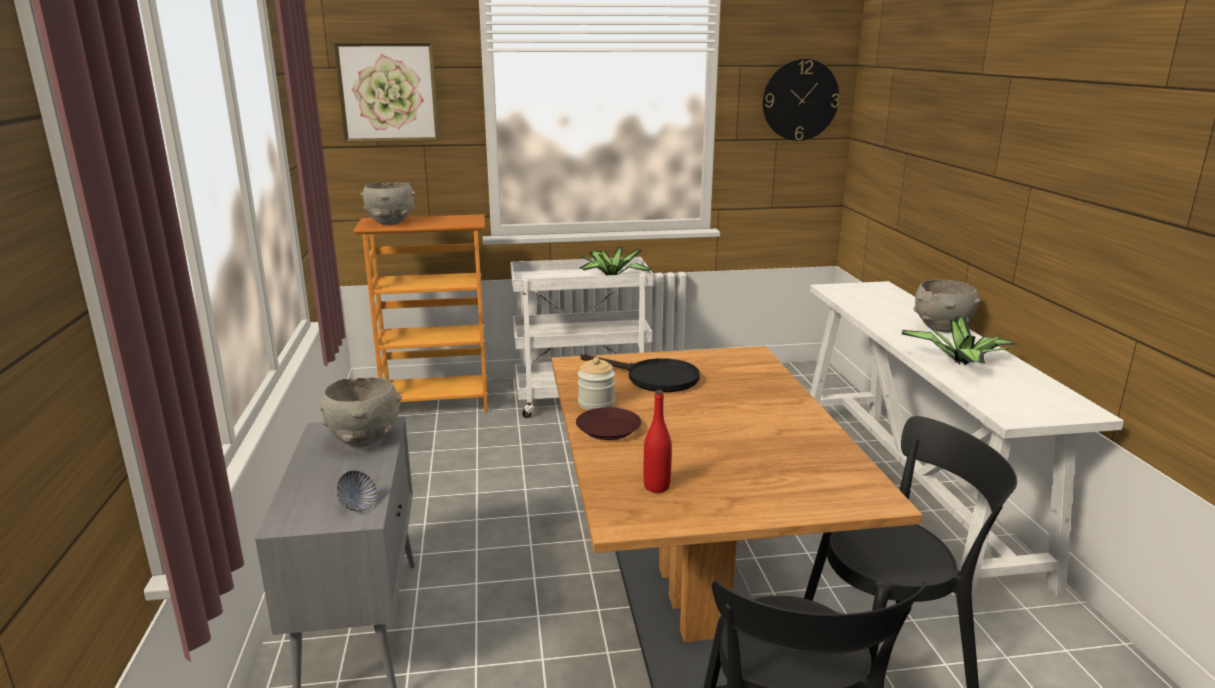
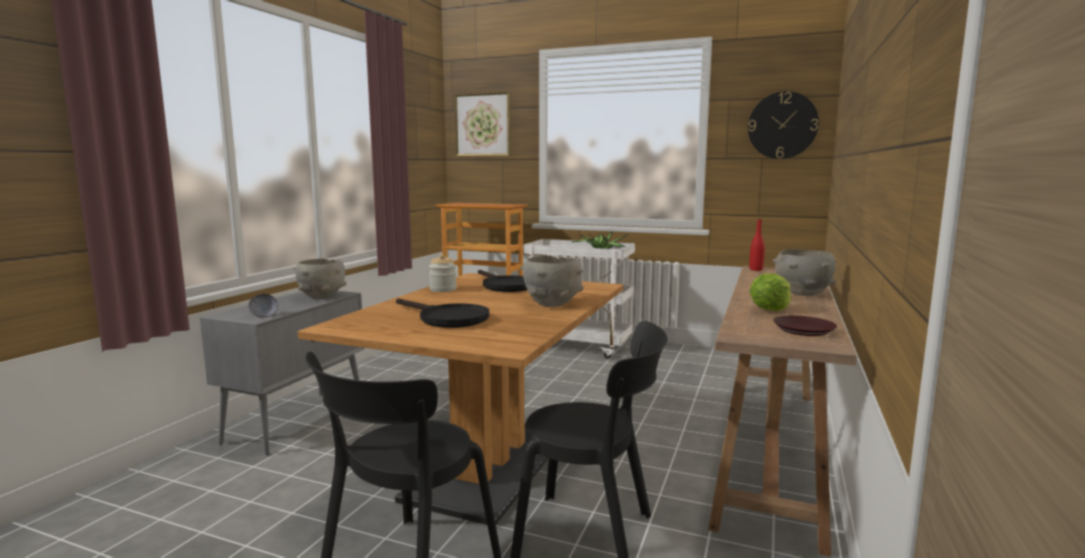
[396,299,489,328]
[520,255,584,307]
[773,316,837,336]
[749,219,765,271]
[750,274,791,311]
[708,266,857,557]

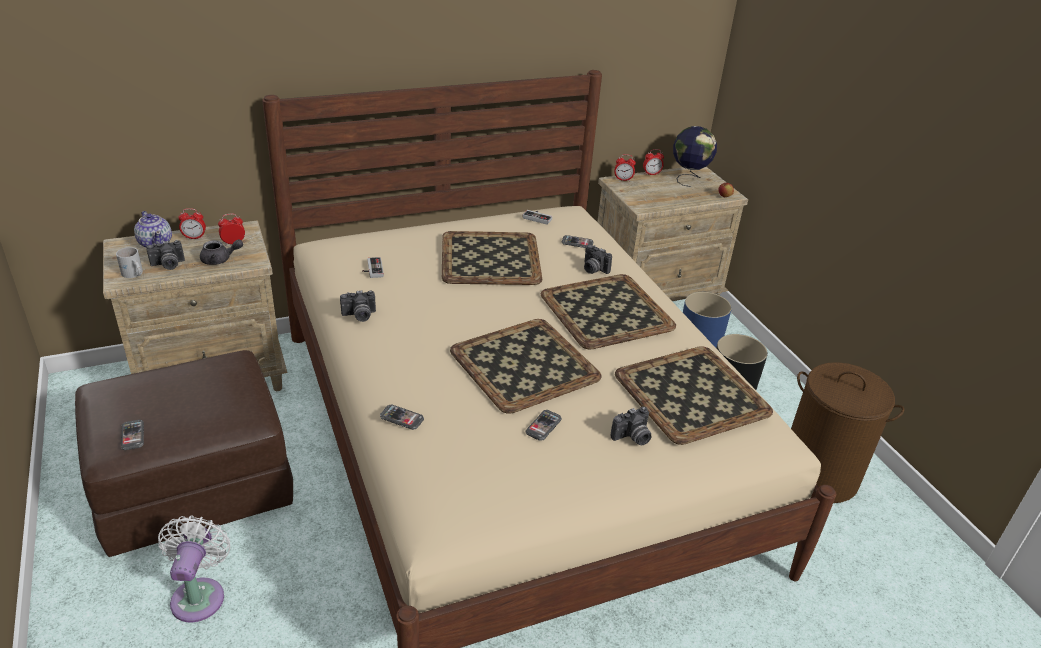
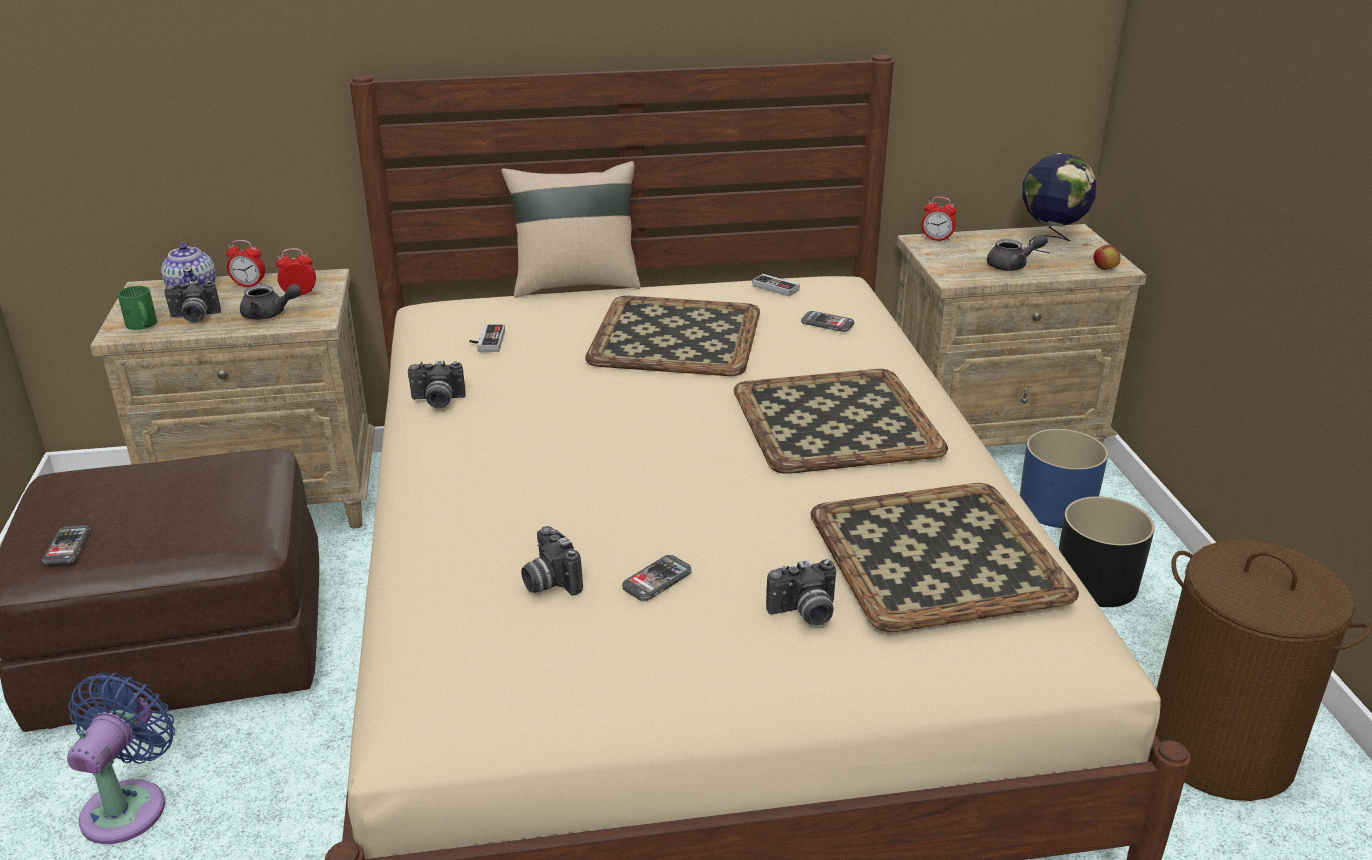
[380,404,424,430] (first image)
[450,319,602,414] (first image)
[643,149,664,175] (first image)
[501,161,641,298]
[987,234,1048,271]
[521,526,583,596]
[117,286,157,330]
[67,673,175,844]

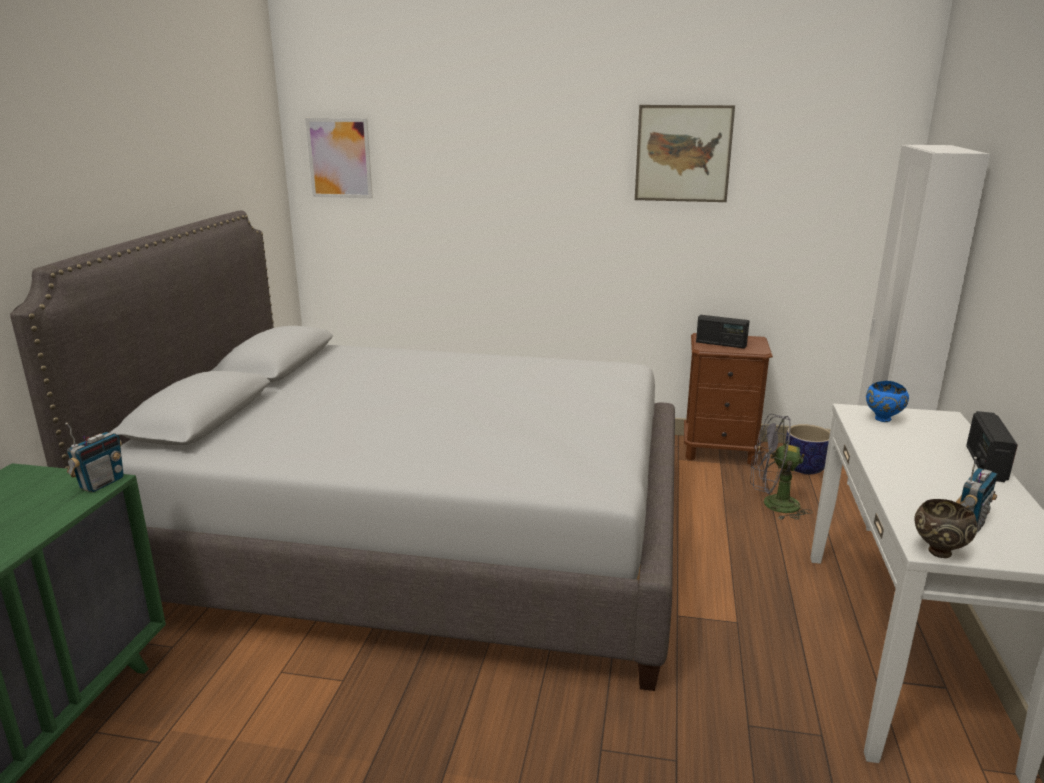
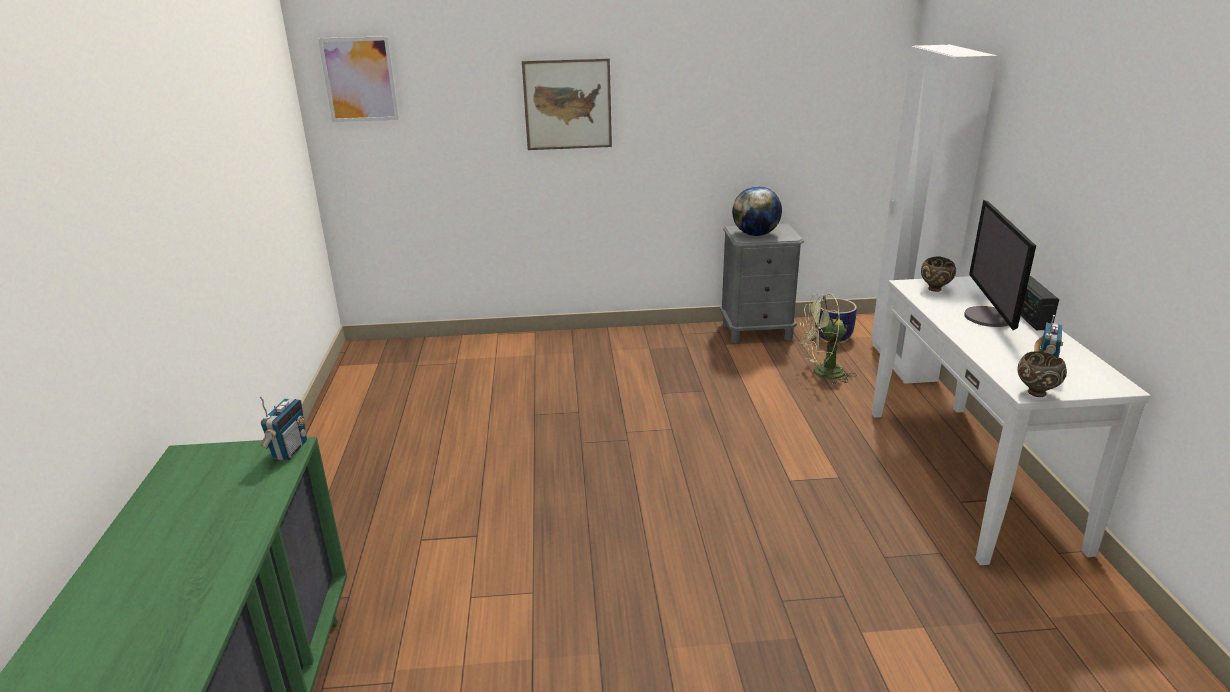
[10,210,675,691] (first image)
[964,200,1036,330]
[522,58,612,150]
[732,186,782,236]
[720,224,804,344]
[799,293,856,385]
[921,257,956,292]

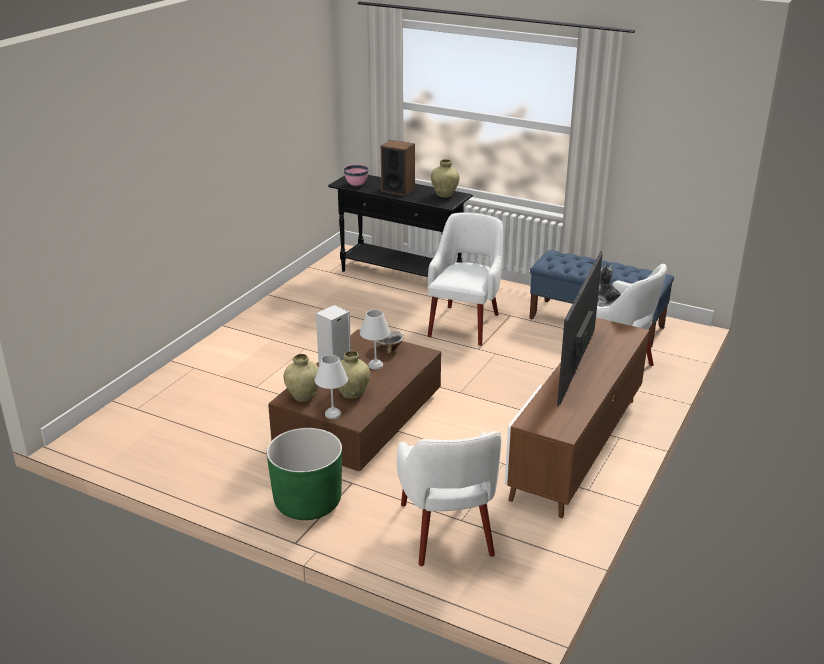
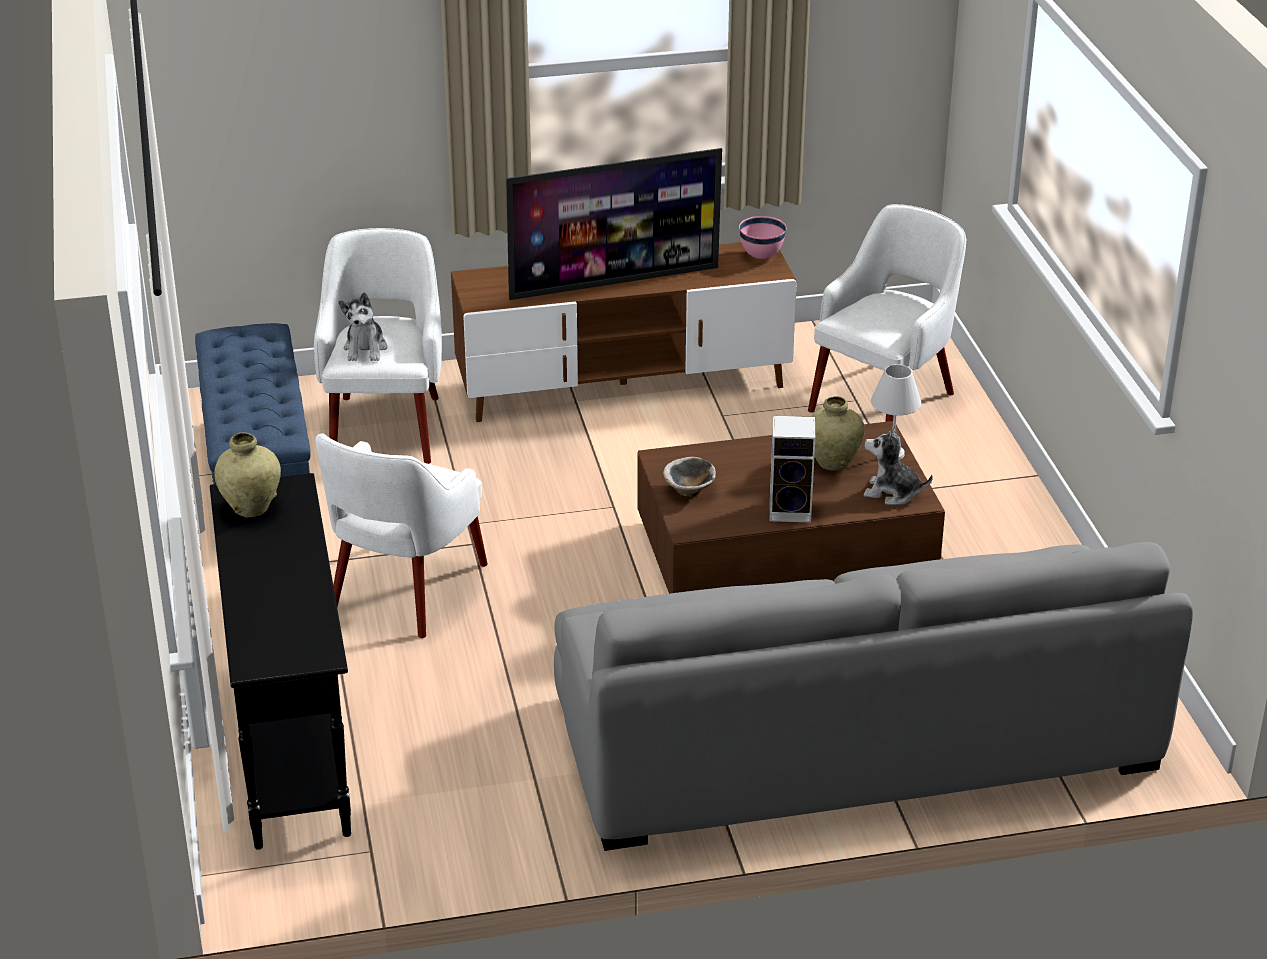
[267,428,342,520] (first image)
[360,310,390,369] (first image)
[381,140,415,196] (first image)
[554,542,1193,851]
[739,216,787,259]
[864,426,933,505]
[315,433,488,638]

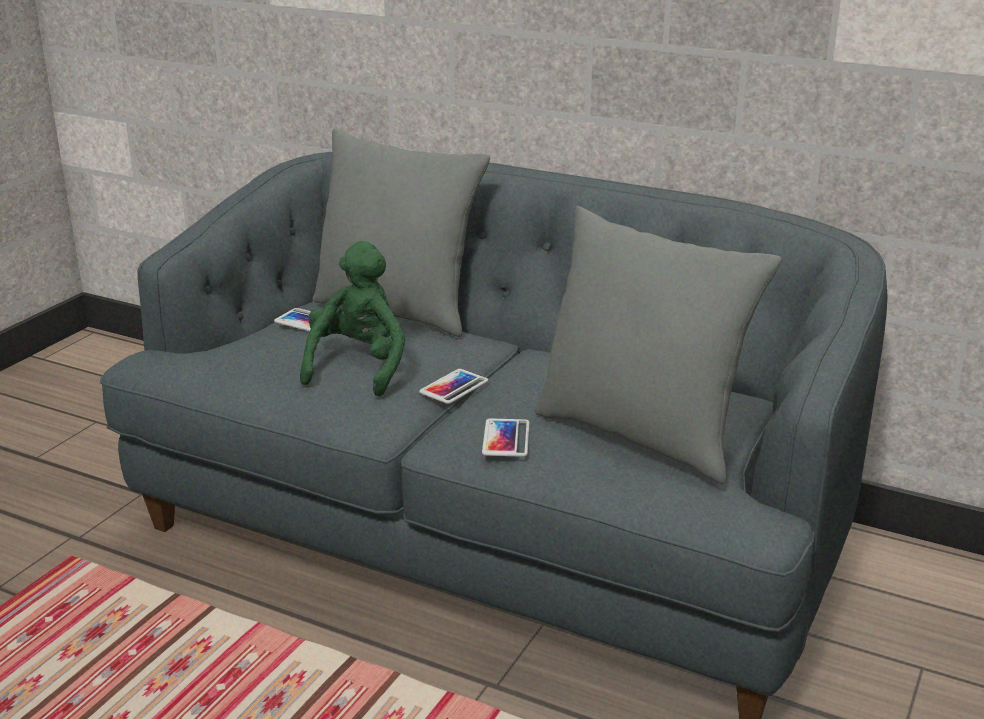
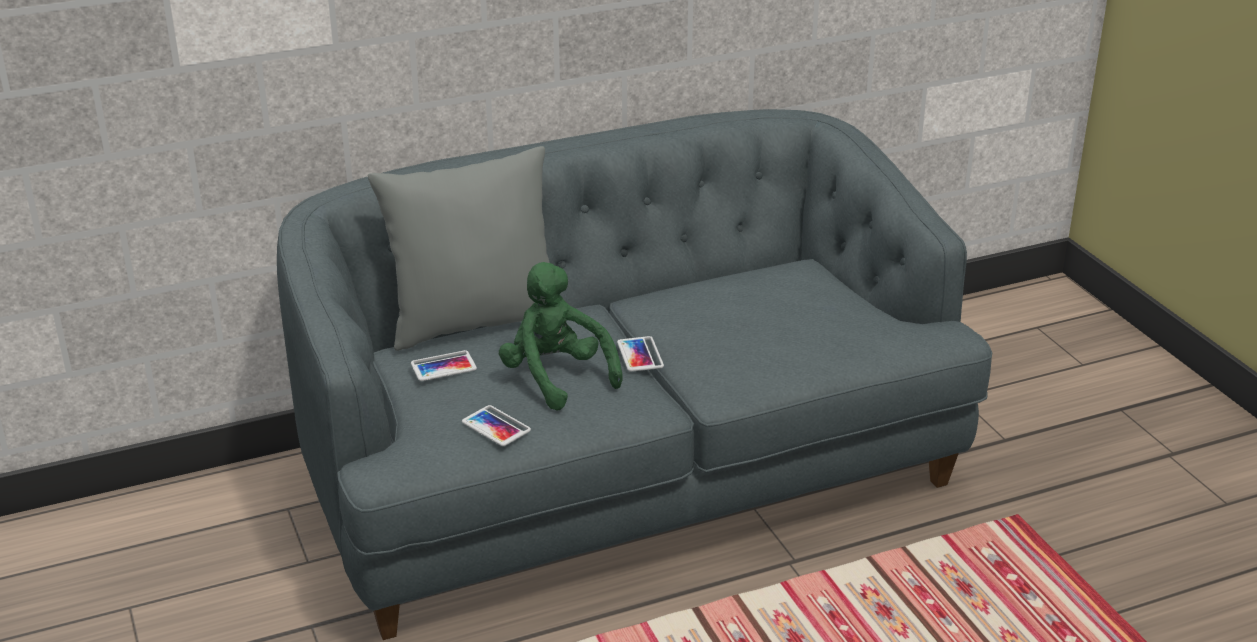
[535,206,782,484] (first image)
[462,405,531,446]

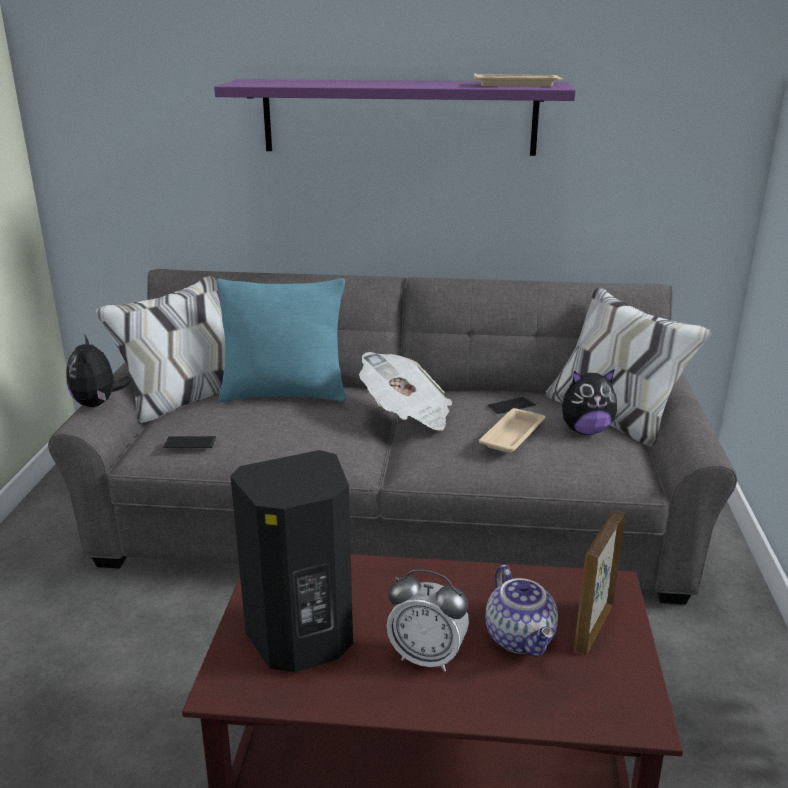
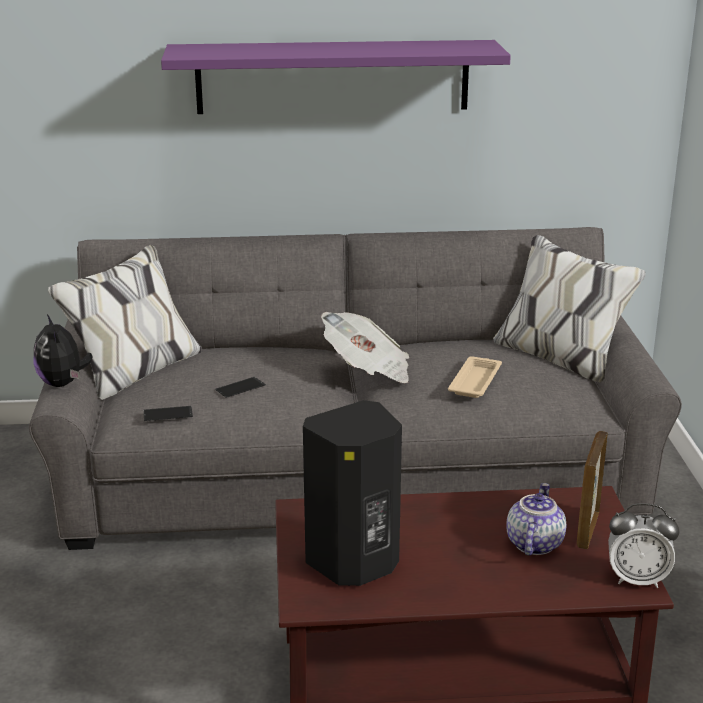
[216,278,347,402] (first image)
[474,73,563,87] (first image)
[562,369,617,435] (first image)
[608,503,679,588]
[215,377,266,398]
[507,483,566,556]

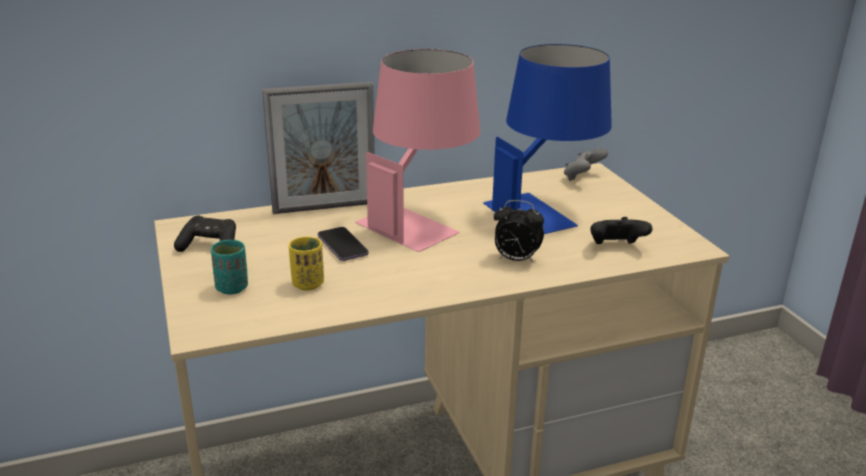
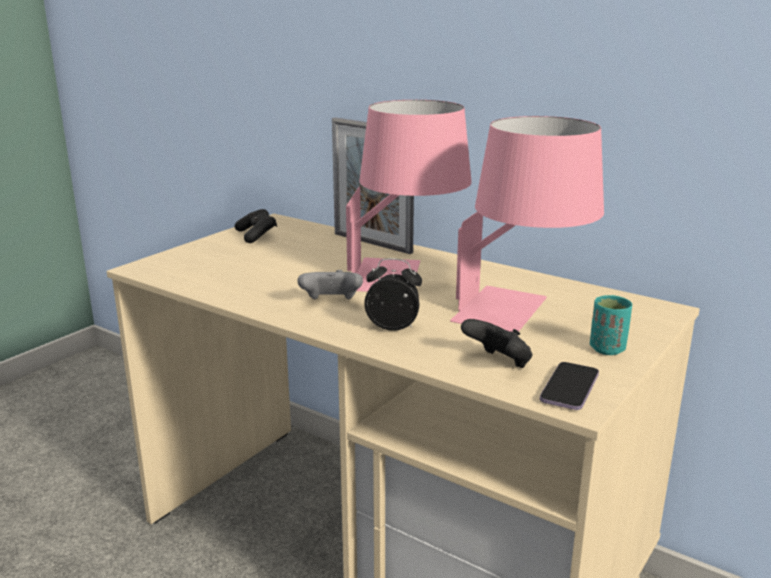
[289,237,324,290] (first image)
[590,295,632,355]
[540,362,599,410]
[297,270,363,300]
[450,116,604,332]
[364,258,422,331]

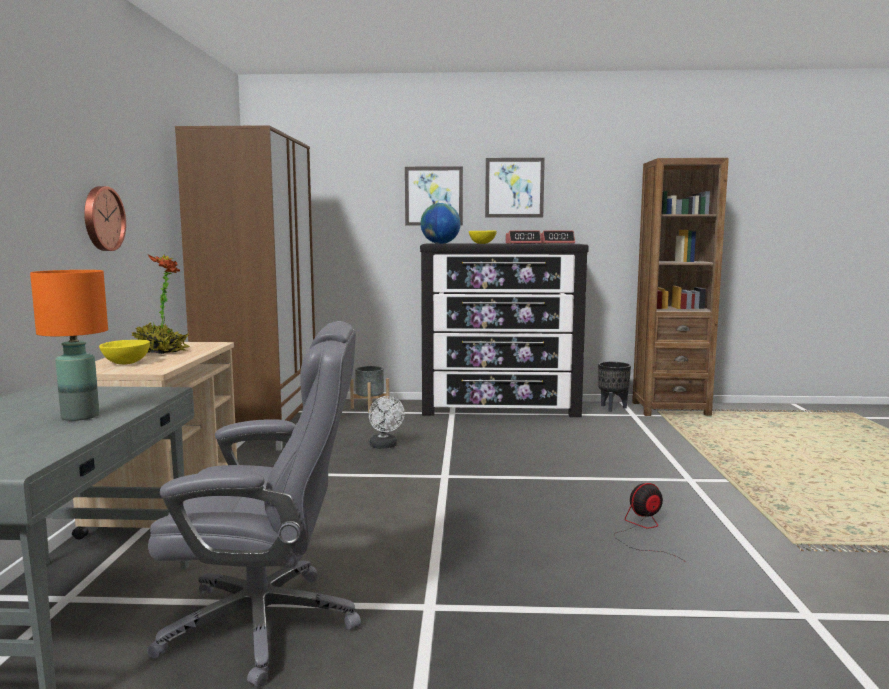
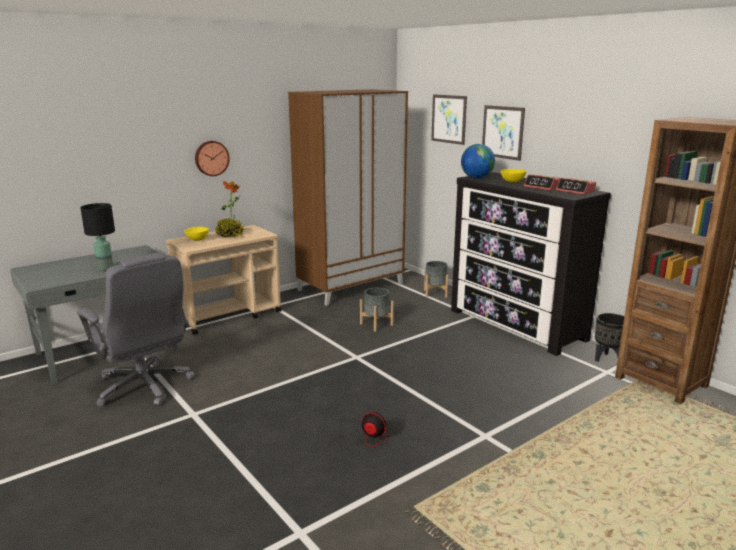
[431,94,467,145]
[360,288,394,332]
[80,203,115,271]

